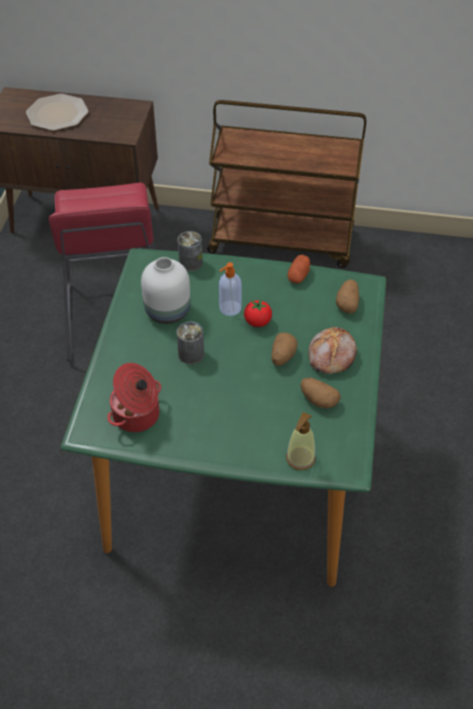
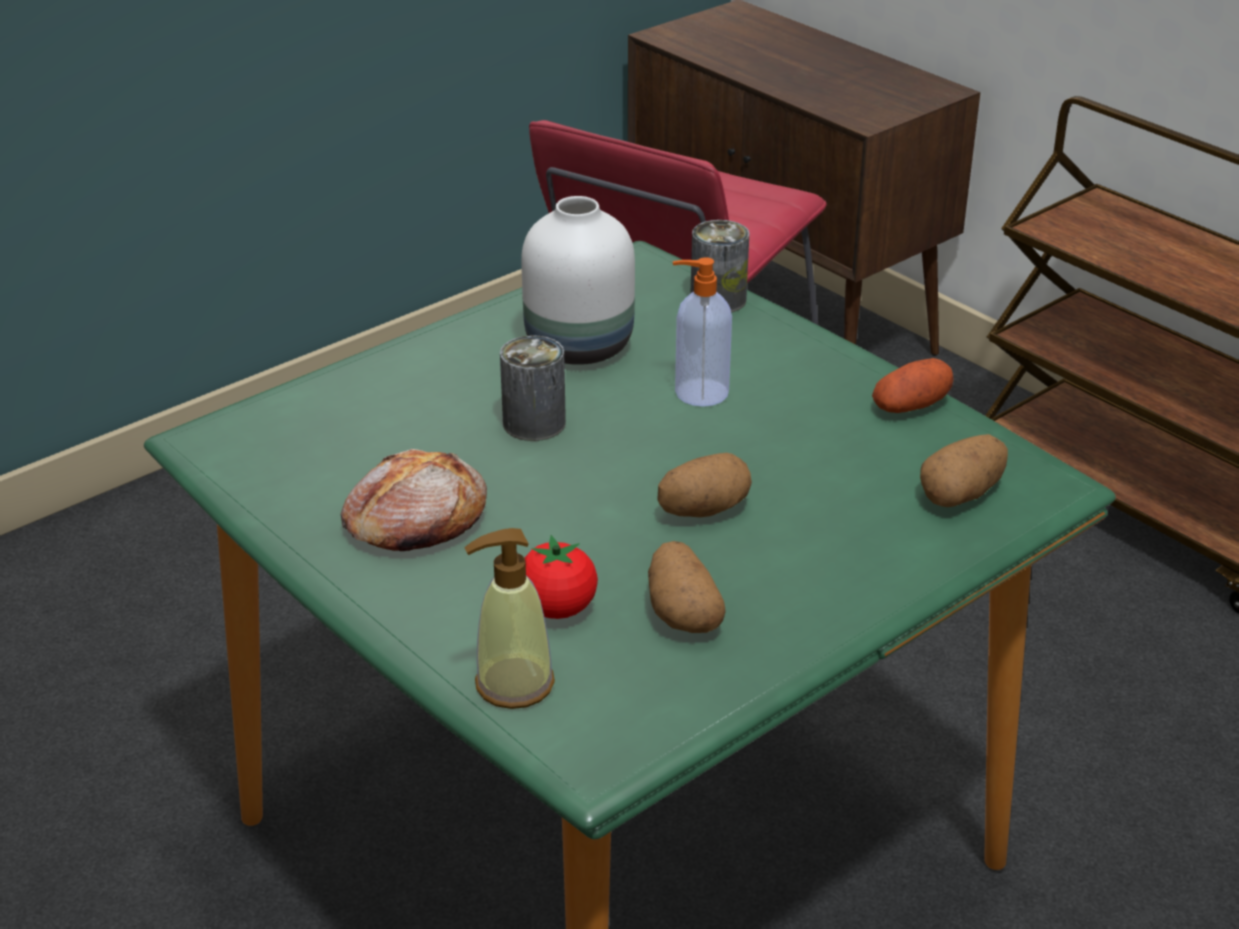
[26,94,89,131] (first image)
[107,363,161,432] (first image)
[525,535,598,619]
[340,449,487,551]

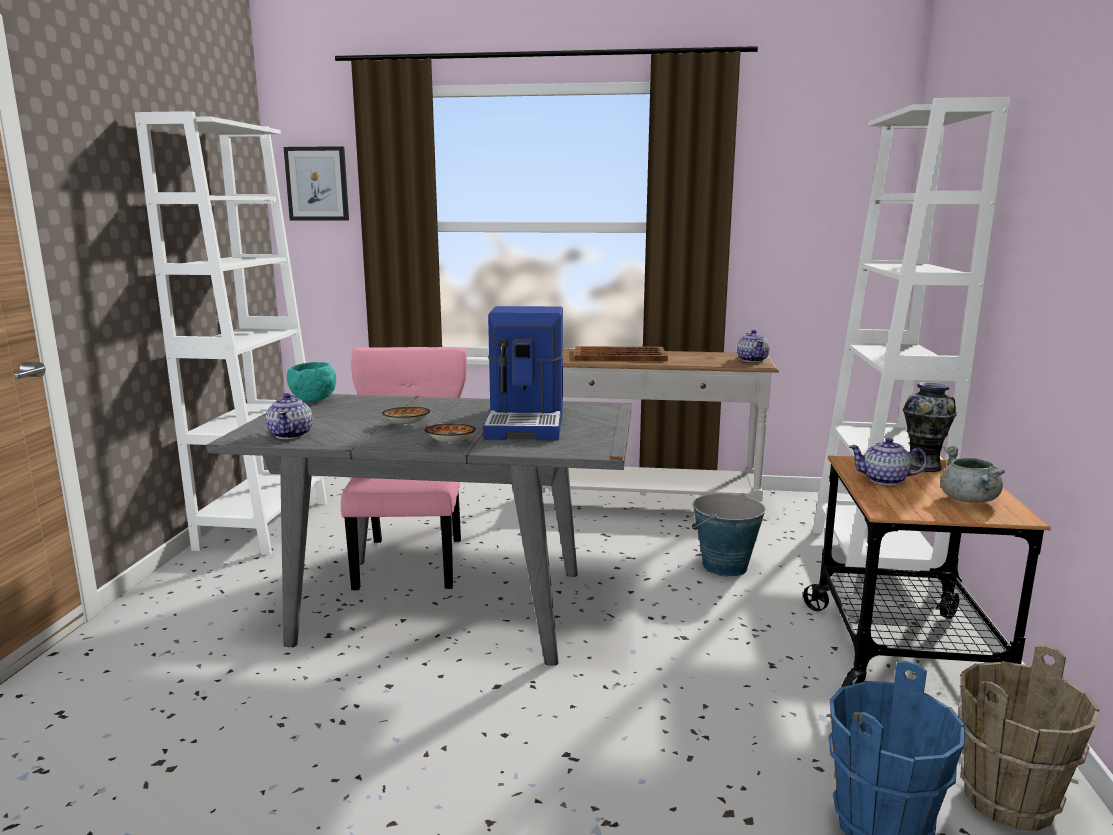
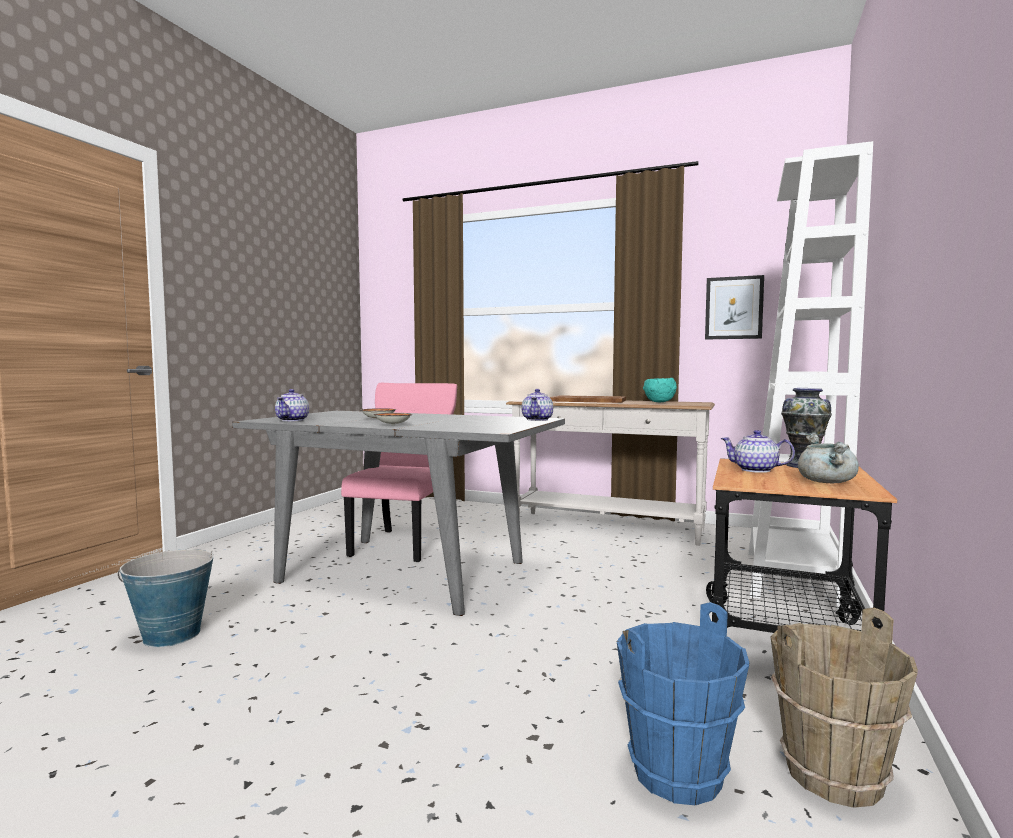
[135,111,327,555] (first image)
[483,306,564,440] (first image)
[705,275,764,340]
[643,378,677,402]
[118,549,214,647]
[522,389,553,421]

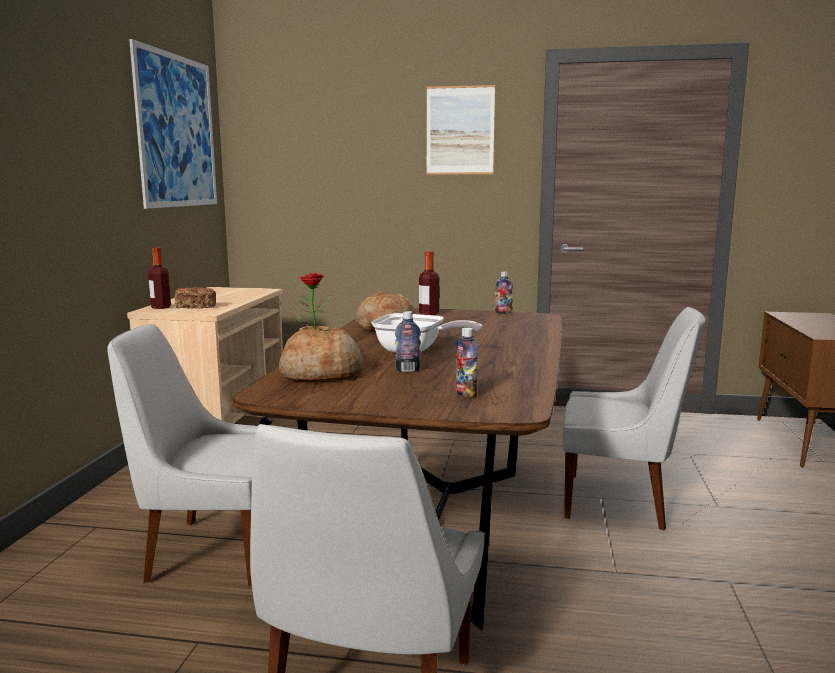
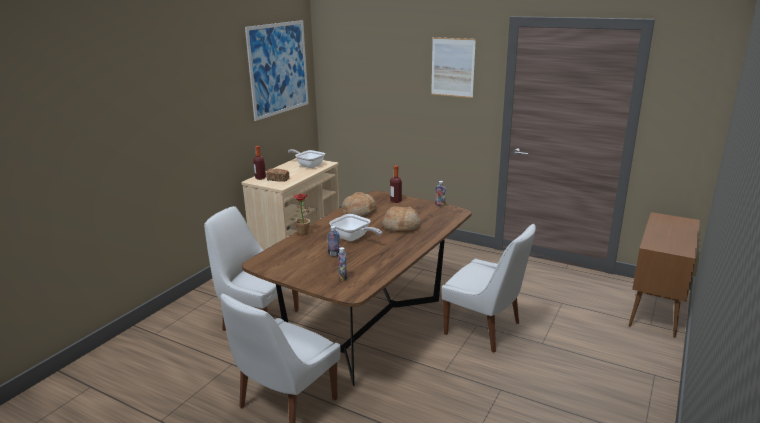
[288,149,325,168]
[382,206,420,232]

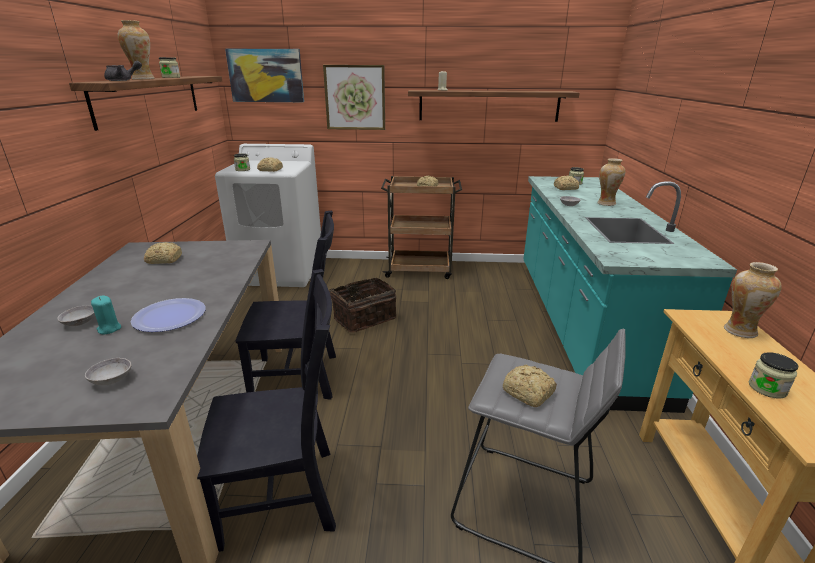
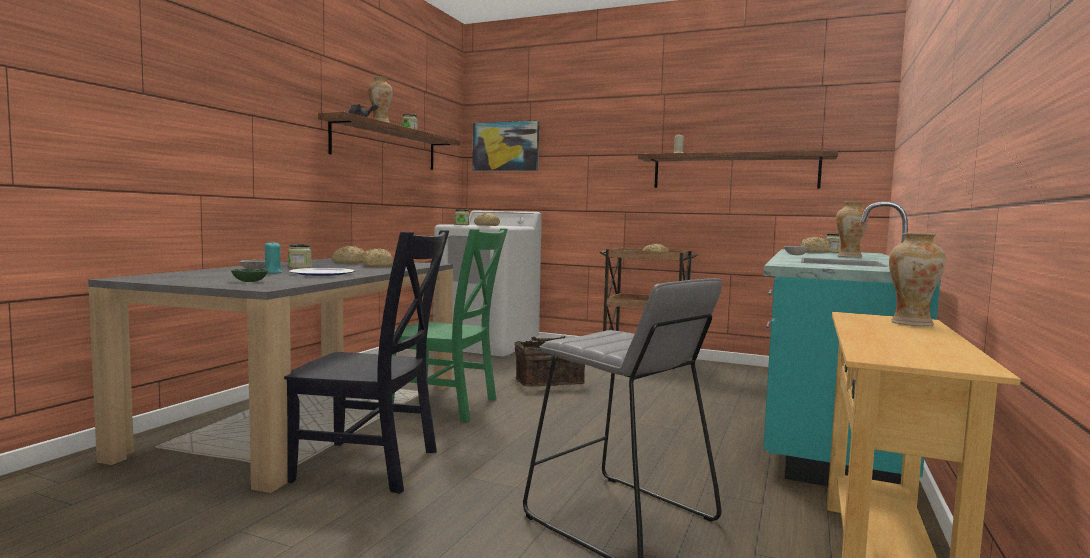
[323,65,385,130] (first image)
[362,248,394,267]
[288,244,311,268]
[231,269,268,282]
[392,229,508,423]

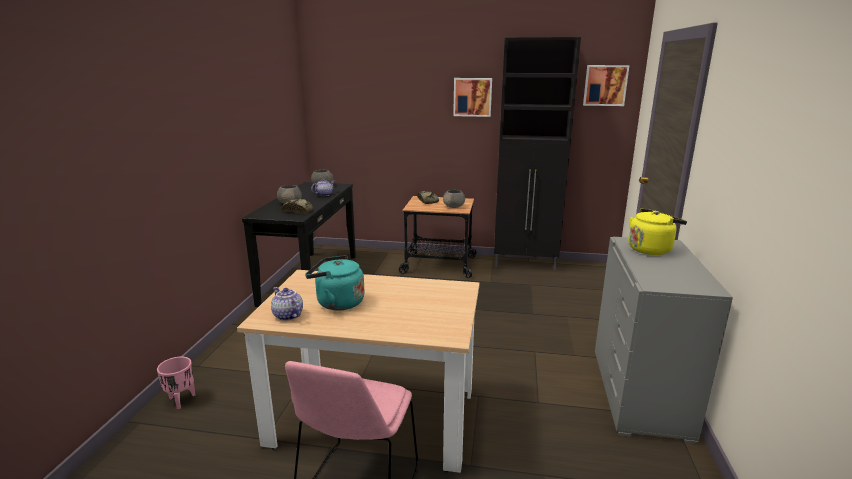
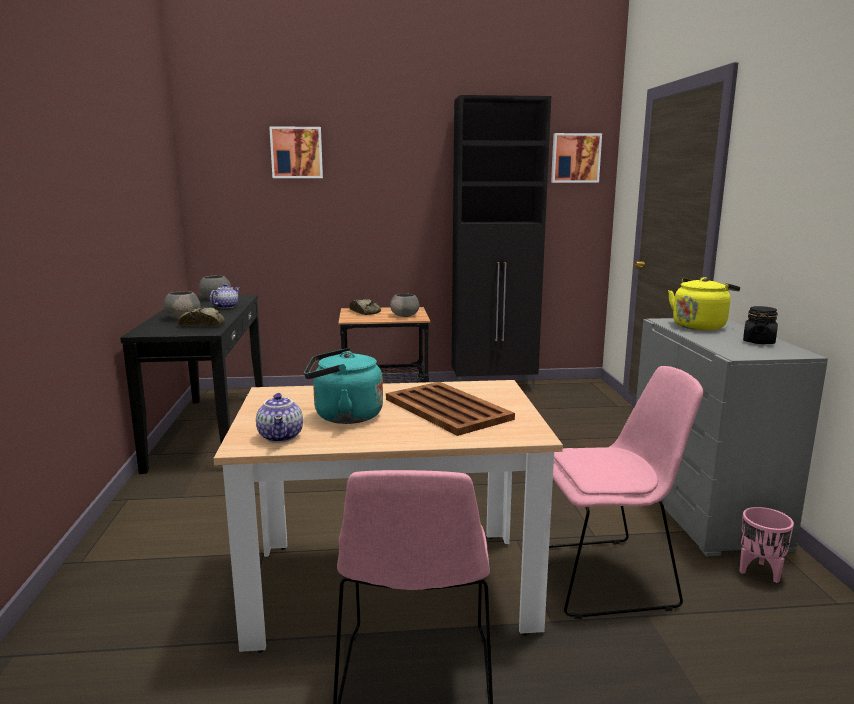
[386,382,515,436]
[549,366,703,619]
[743,306,778,344]
[739,507,794,583]
[269,126,323,178]
[256,393,303,443]

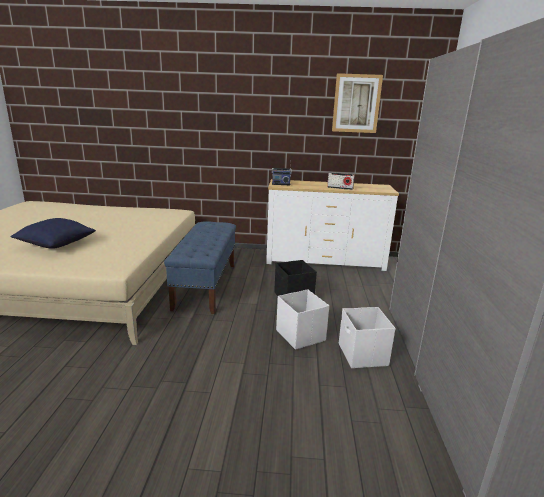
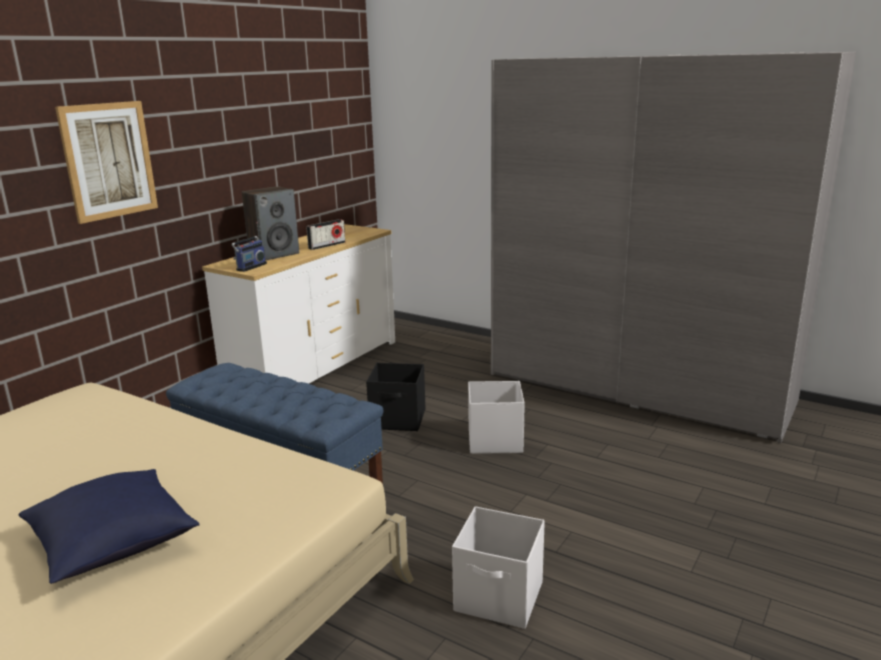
[242,186,299,261]
[55,101,158,224]
[452,506,545,629]

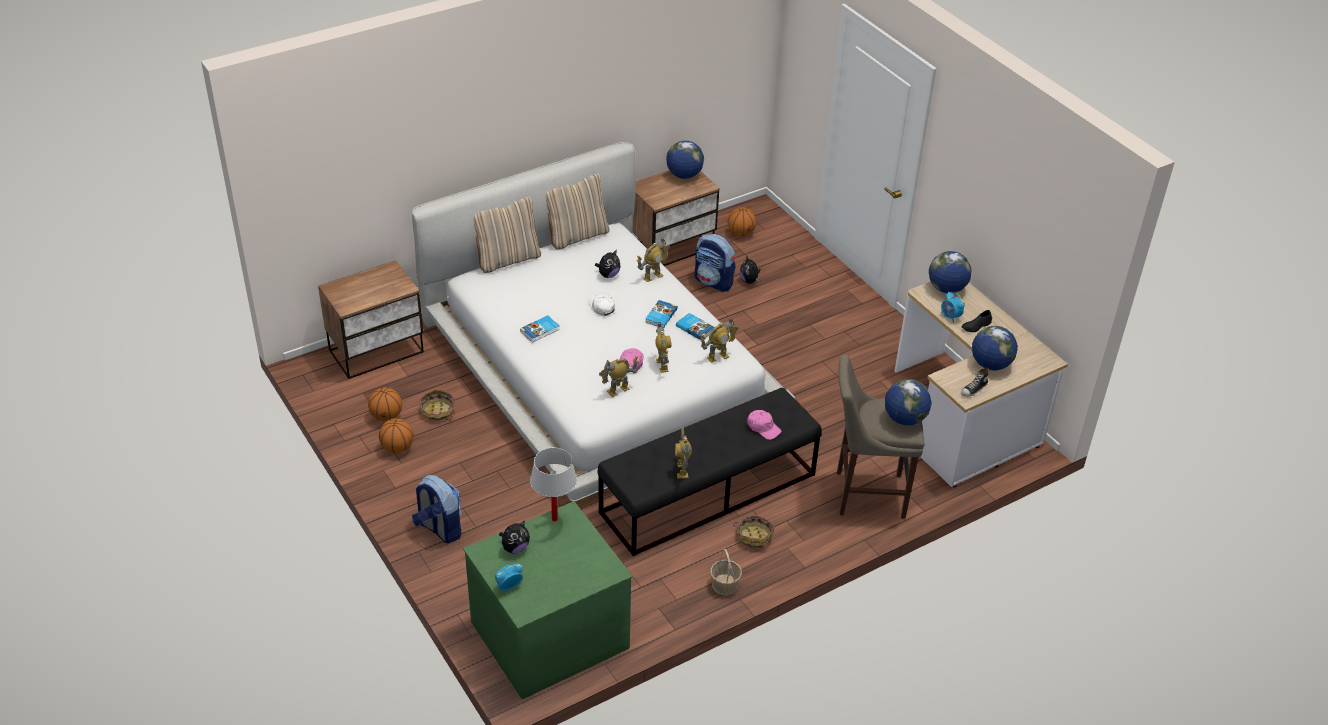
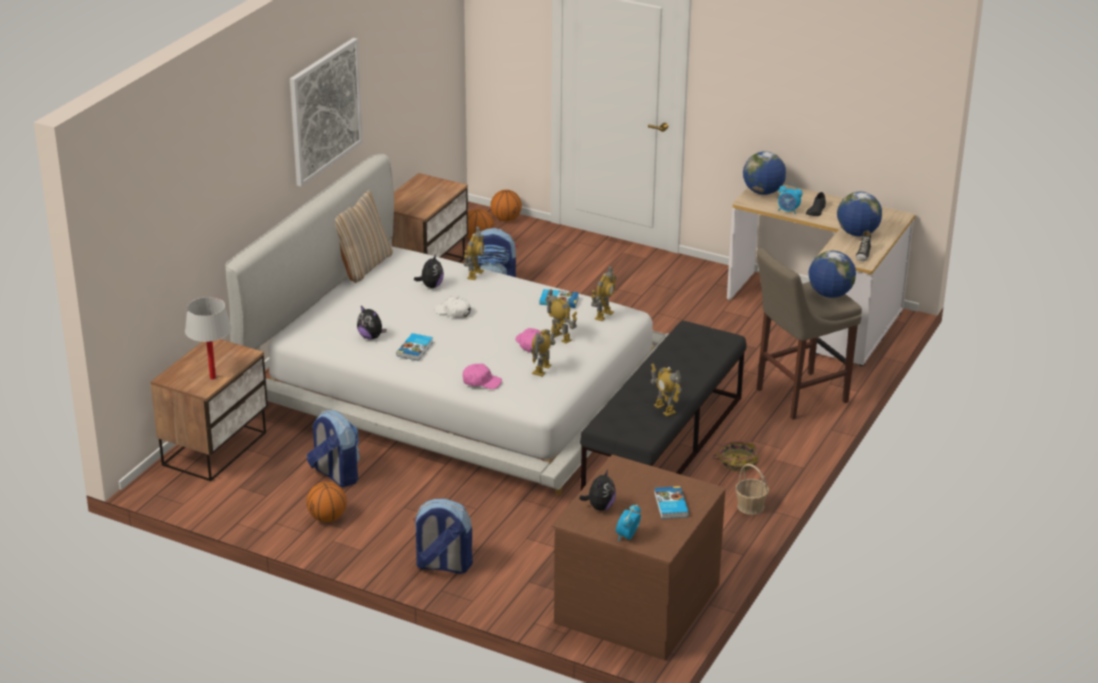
[474,196,541,273] (first image)
[666,141,704,179] (first image)
[290,38,363,187]
[490,190,522,222]
[185,297,232,380]
[654,486,689,519]
[357,306,387,340]
[463,364,502,389]
[307,410,360,487]
[552,455,726,660]

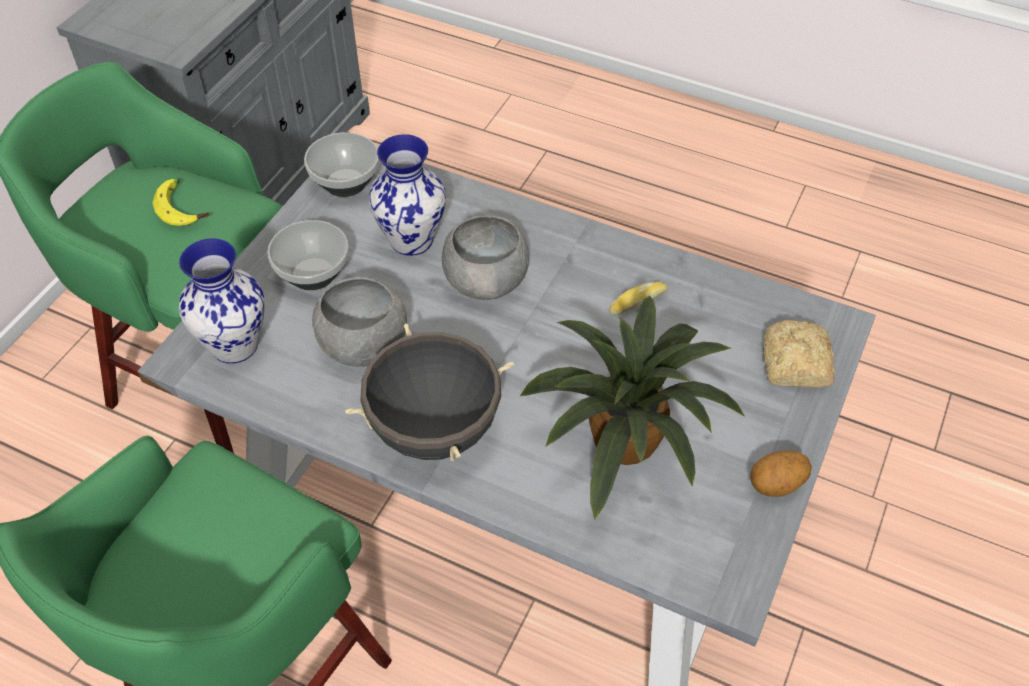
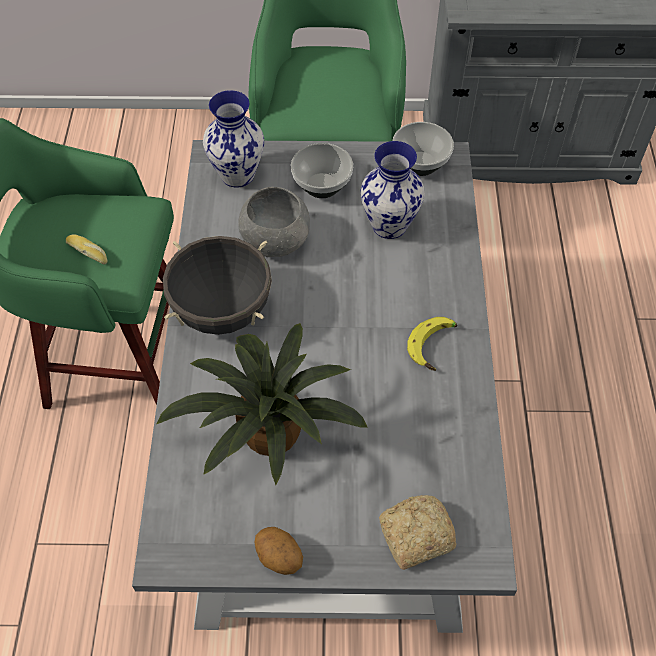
[442,215,529,300] (first image)
[407,317,457,371]
[66,234,107,265]

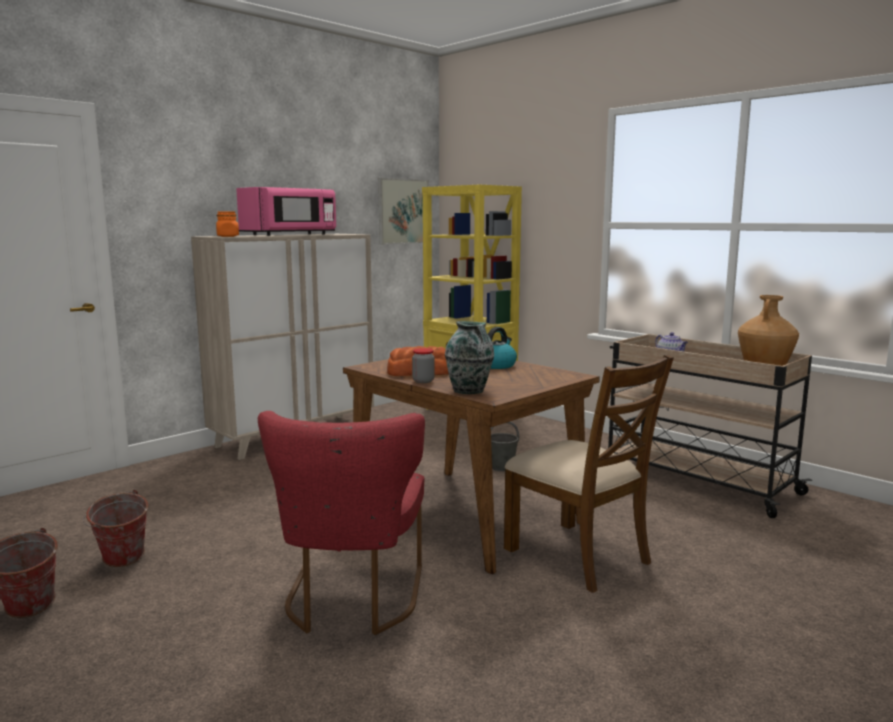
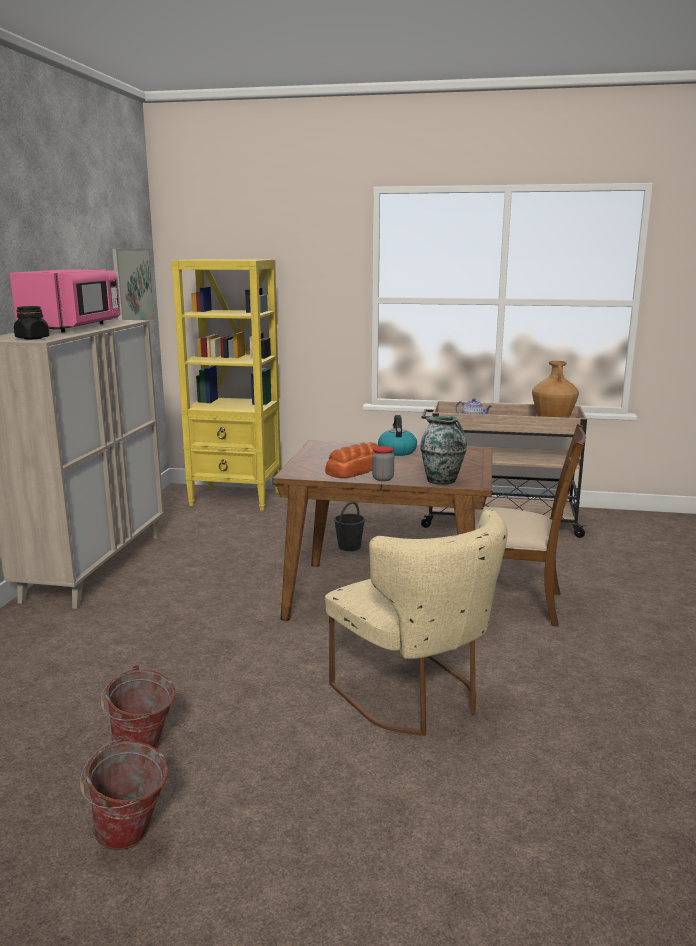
[14,306,50,339]
[325,509,507,736]

